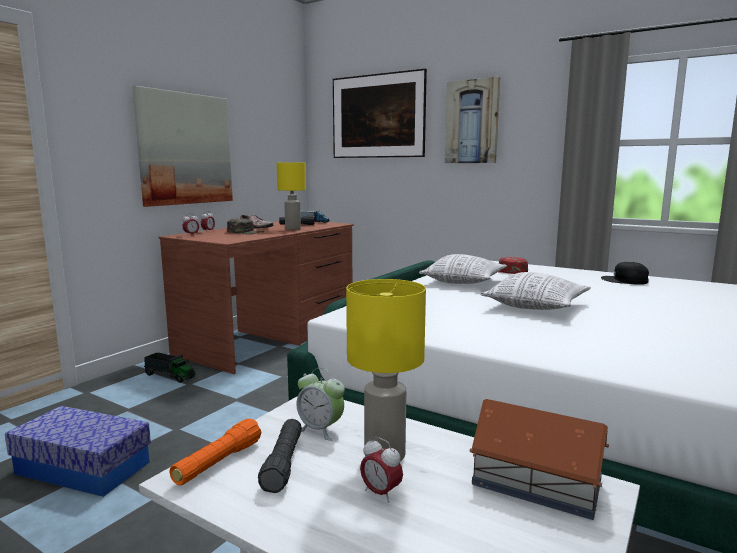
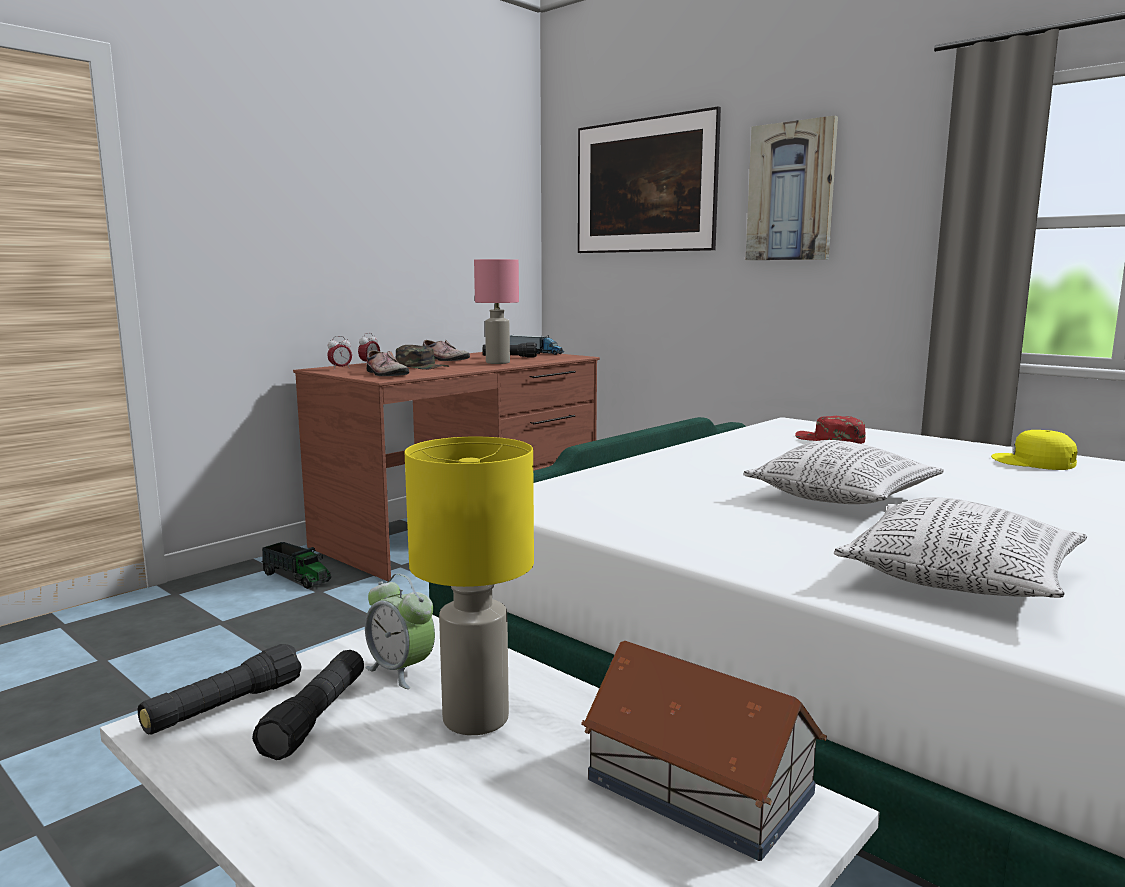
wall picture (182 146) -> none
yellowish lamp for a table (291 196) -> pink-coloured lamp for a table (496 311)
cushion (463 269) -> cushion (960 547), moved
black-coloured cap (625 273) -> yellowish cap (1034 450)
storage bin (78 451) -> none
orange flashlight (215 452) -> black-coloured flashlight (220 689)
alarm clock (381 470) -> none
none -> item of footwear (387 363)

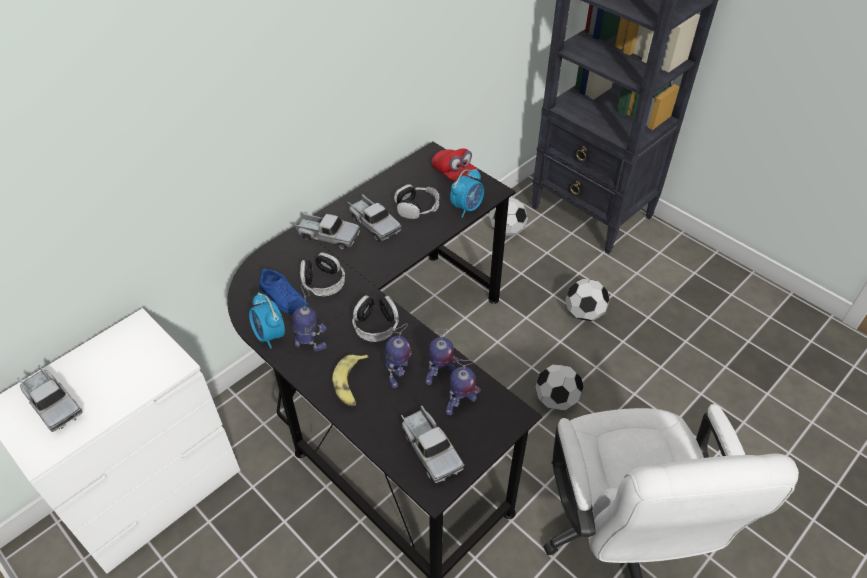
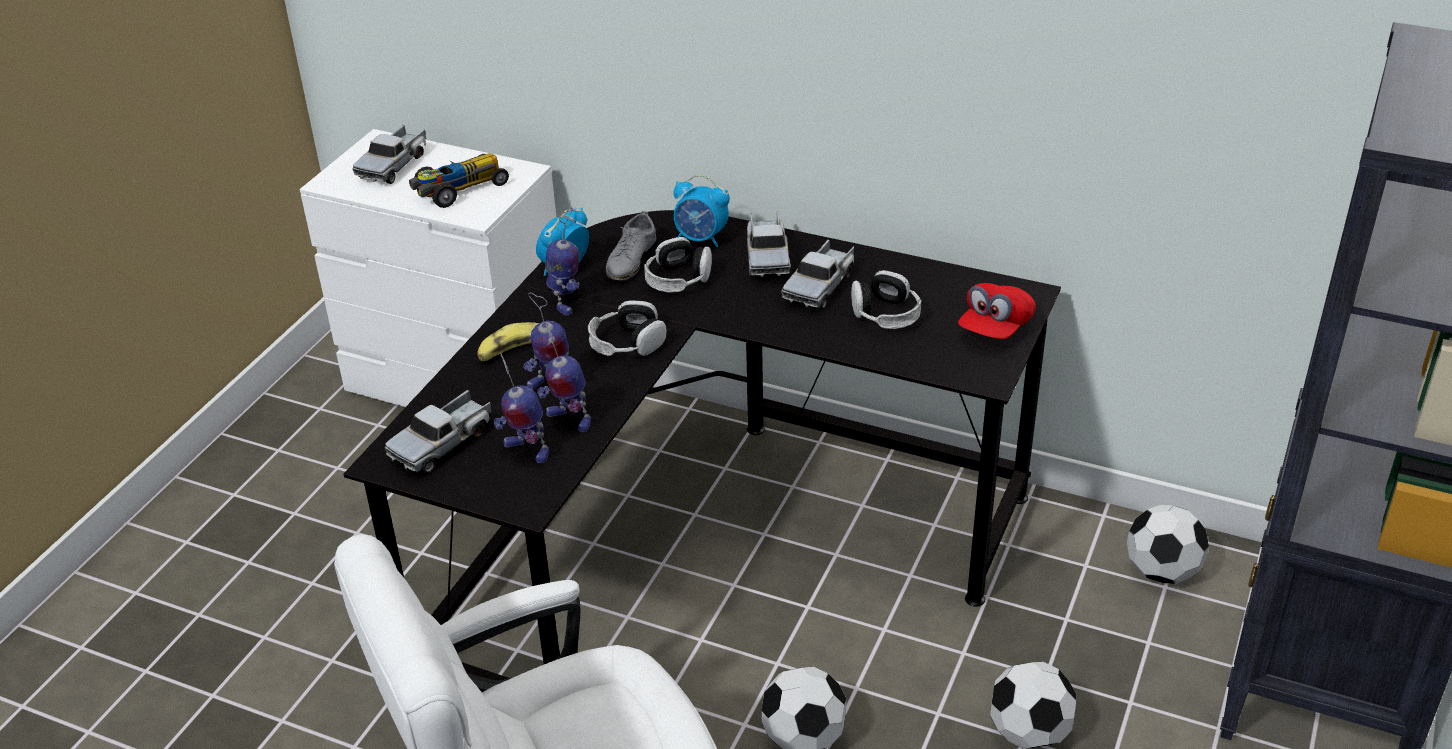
alarm clock (467 193) -> alarm clock (702 211), moved
bluish item of footwear (284 291) -> gray item of footwear (631 246)
none -> miniature car (459 181)

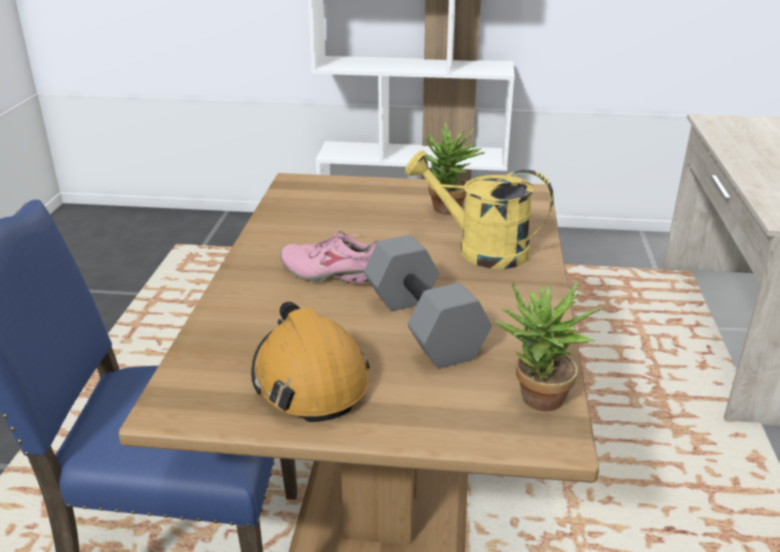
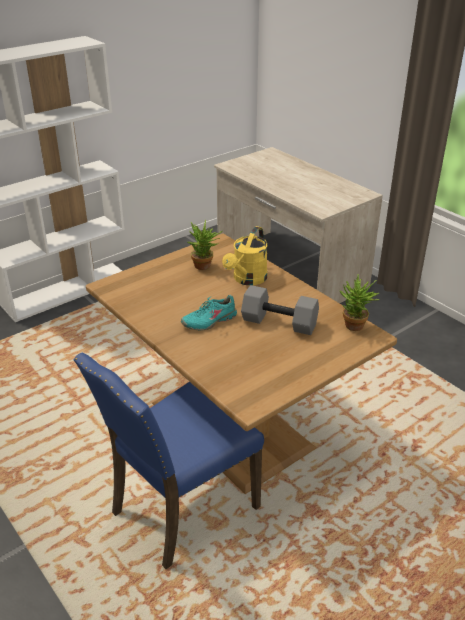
yellowish watering can (479 210) -> yellowish watering can (245 255), 45 degrees counterclockwise
pink-coloured item of footwear (329 257) -> blue-green item of footwear (209 312)
orange safety helmet (310 361) -> none

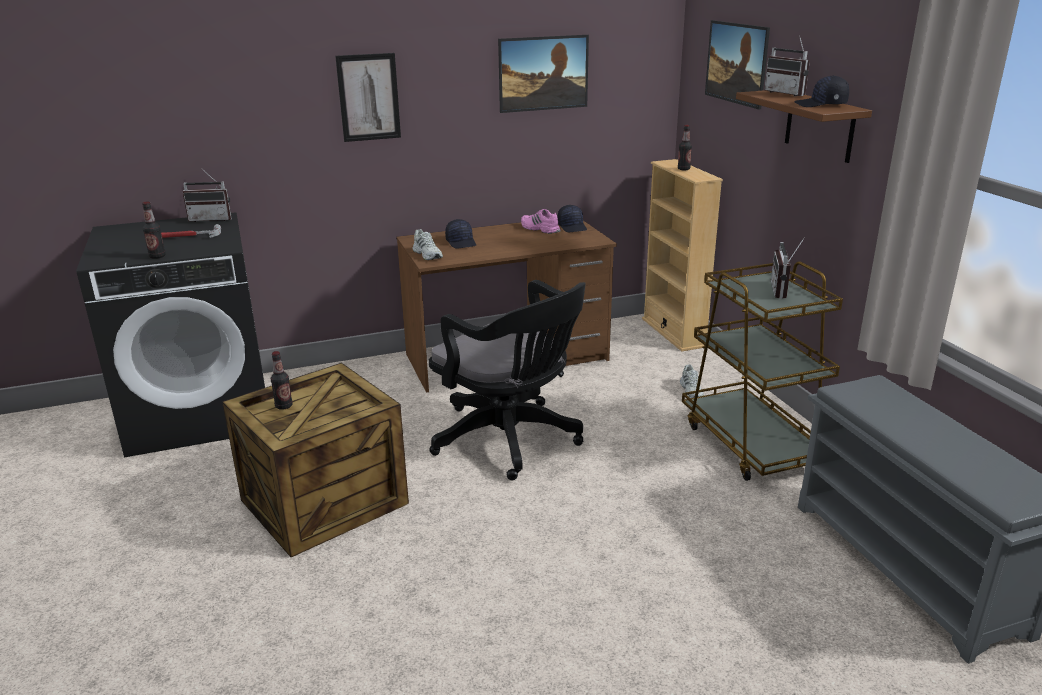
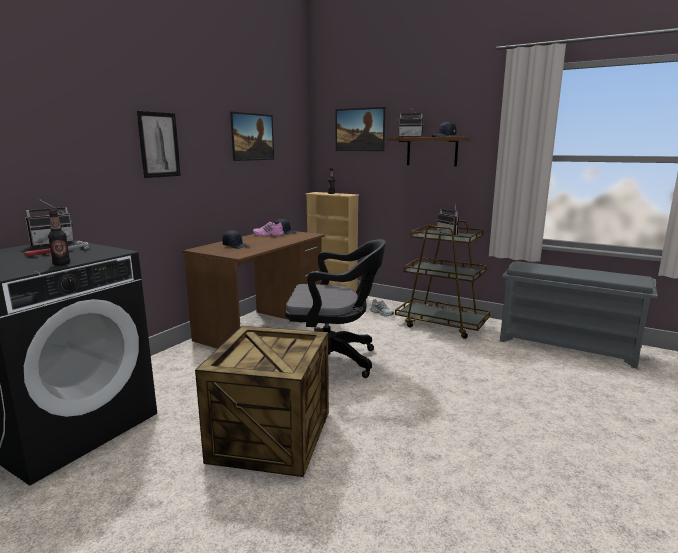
white item of footwear (427 244) -> none
bottle (282 380) -> none

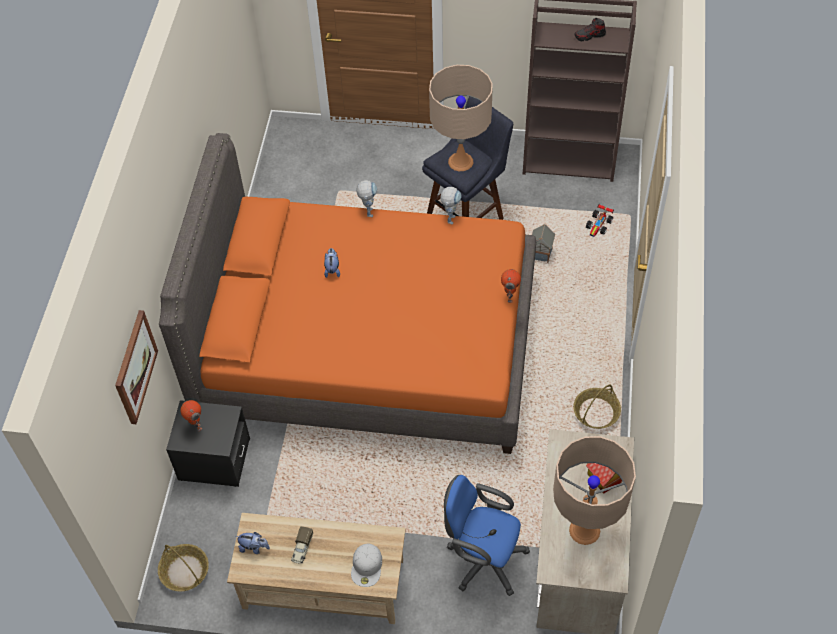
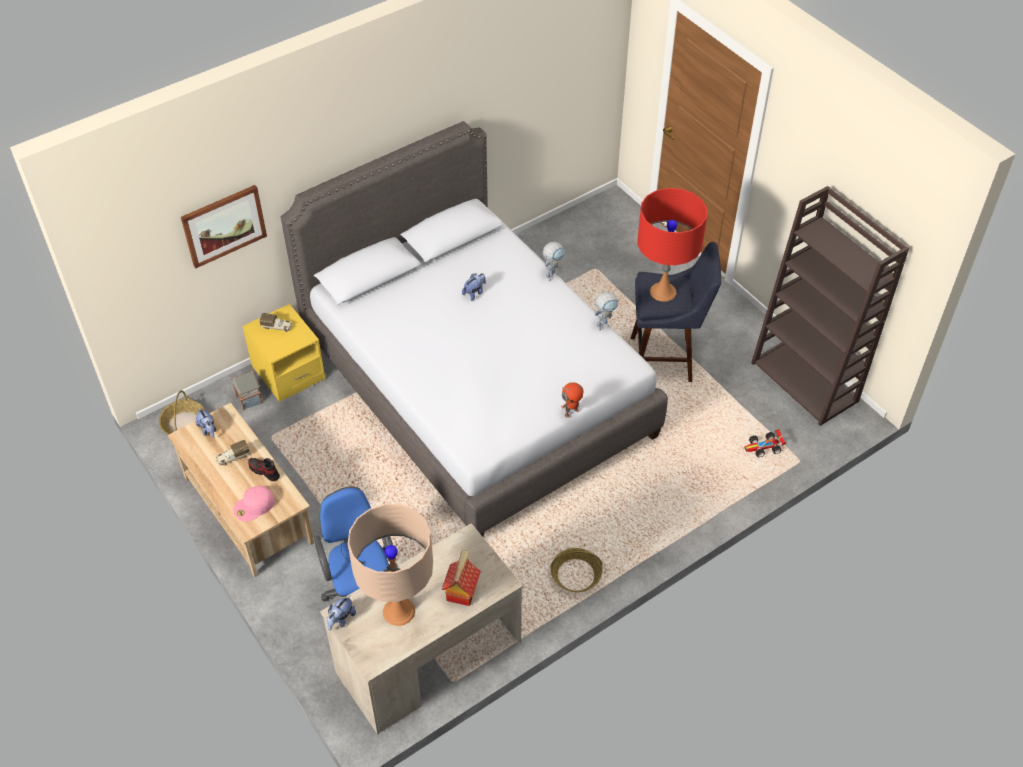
item of footwear (590 29) -> item of footwear (264 469), moved
beige lamp for a table (461 118) -> red-coloured lamp for a table (672 245)
orange sleeping bed (347 293) -> gray sleeping bed (474 329)
miniature house (543 243) -> miniature house (246 390), moved
black-coloured nightstand (208 443) -> yellowish nightstand (283 353)
toy robot (191 415) -> model truck (276 322)
white cap (366 565) -> pink-coloured cap (254 504)
none -> cuddly toy (341 613)

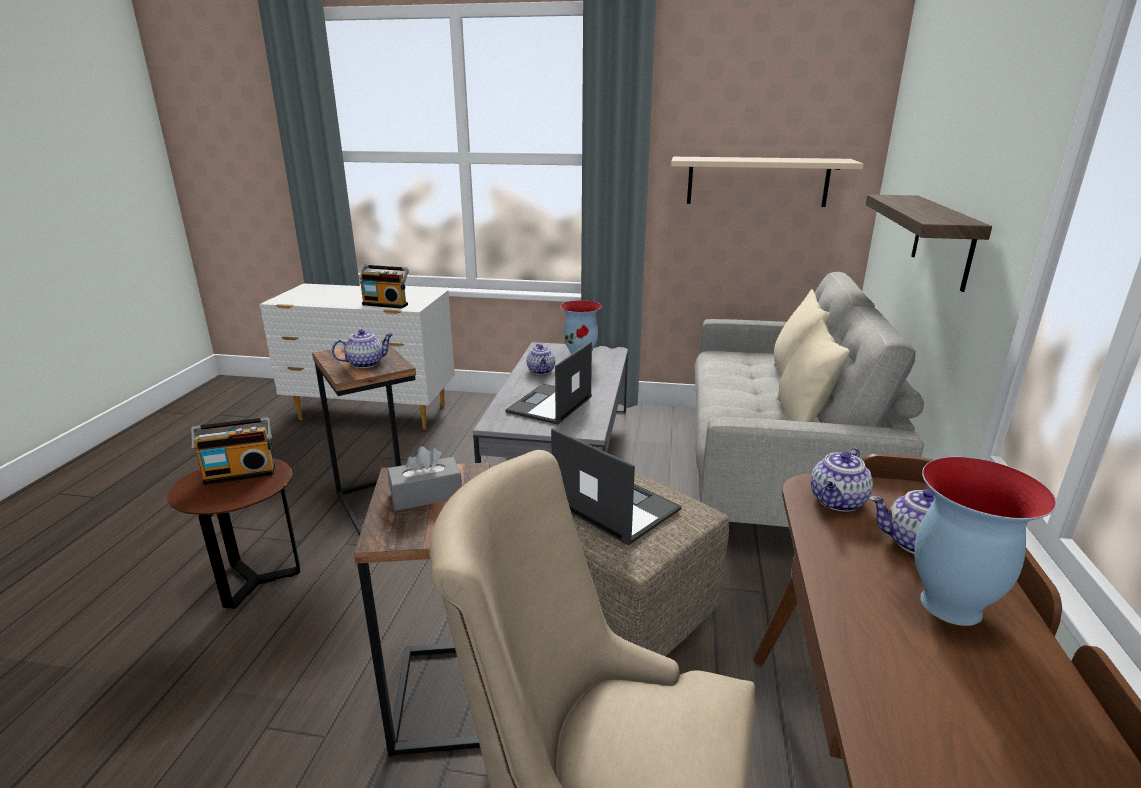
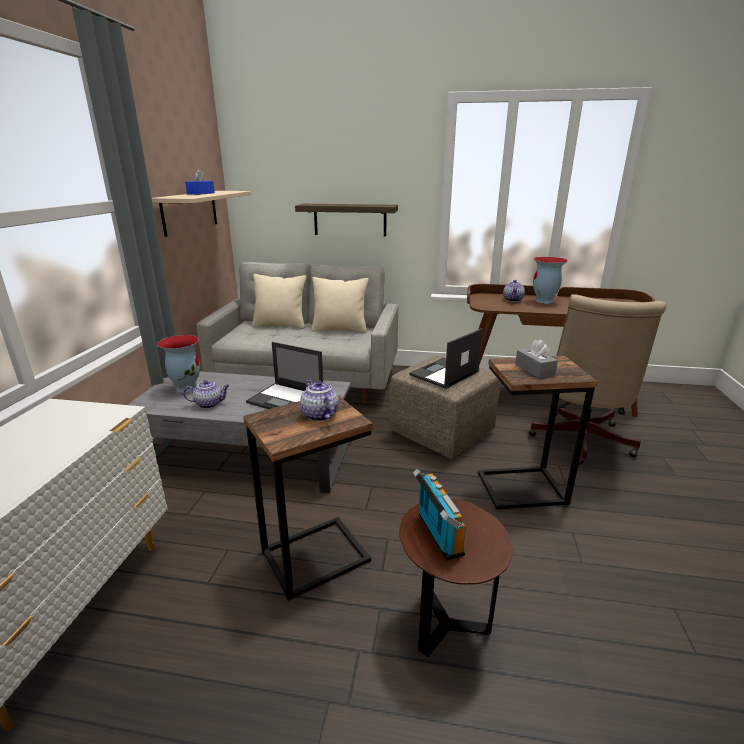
radio receiver (384 287) -> none
teapot (842 479) -> none
none -> bluish tissue holder (200 182)

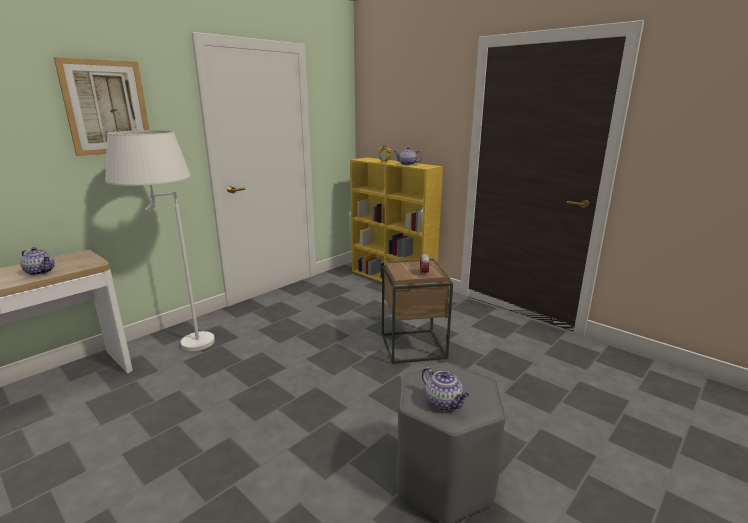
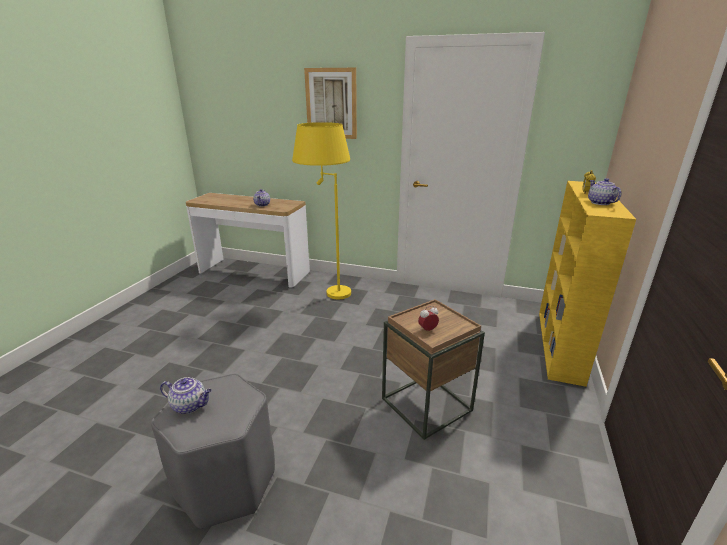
white floor lamp (160 240) -> yellowish floor lamp (321 210)
teapot (445 388) -> teapot (186 395), 105 degrees counterclockwise

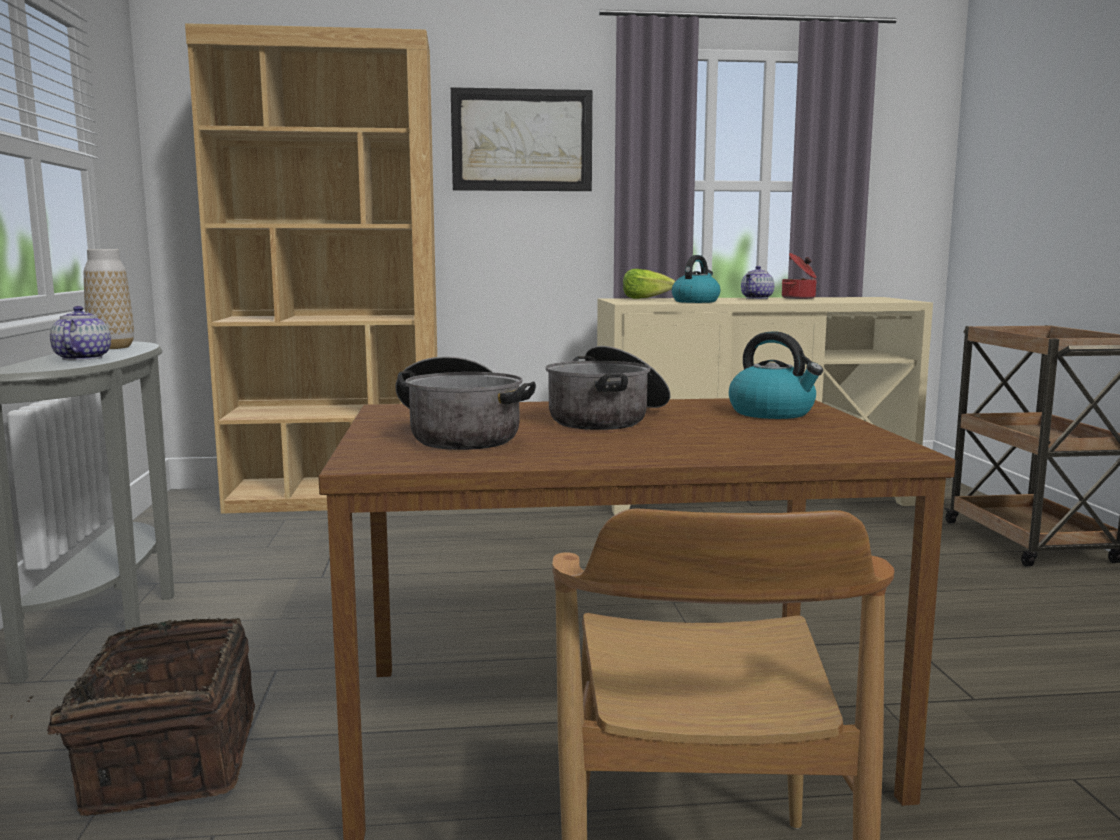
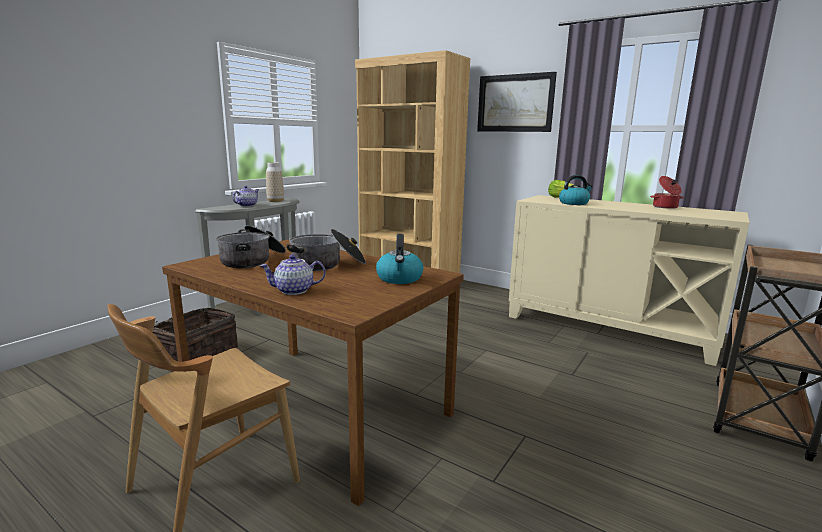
teapot (757 282) -> teapot (293 275), moved

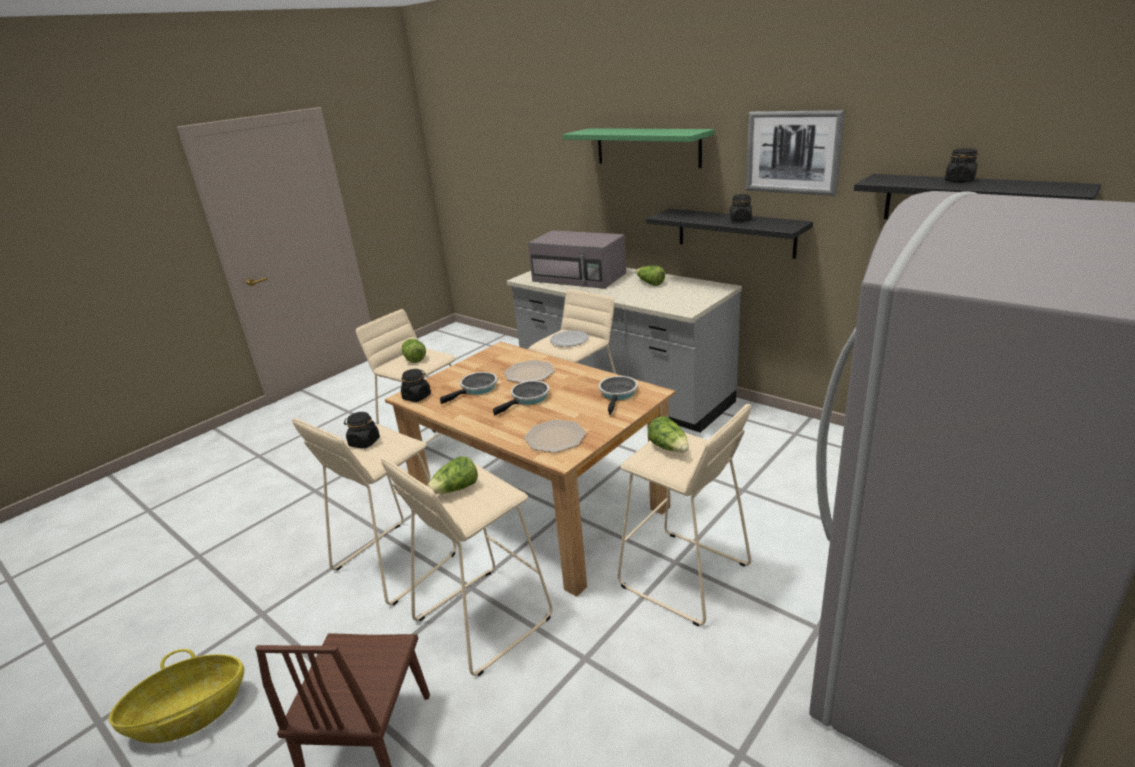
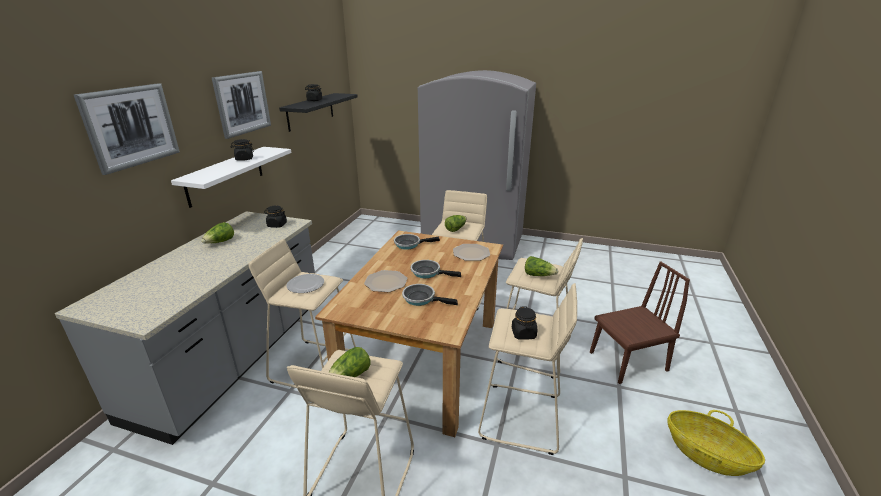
greenish wall shelf (639 148) -> wall picture (127 129)
black-coloured wall shelf (729 234) -> white wall shelf (231 177)
gray microwave (577 259) -> none
black-coloured jar (416 385) -> black-coloured jar (275 217), moved

